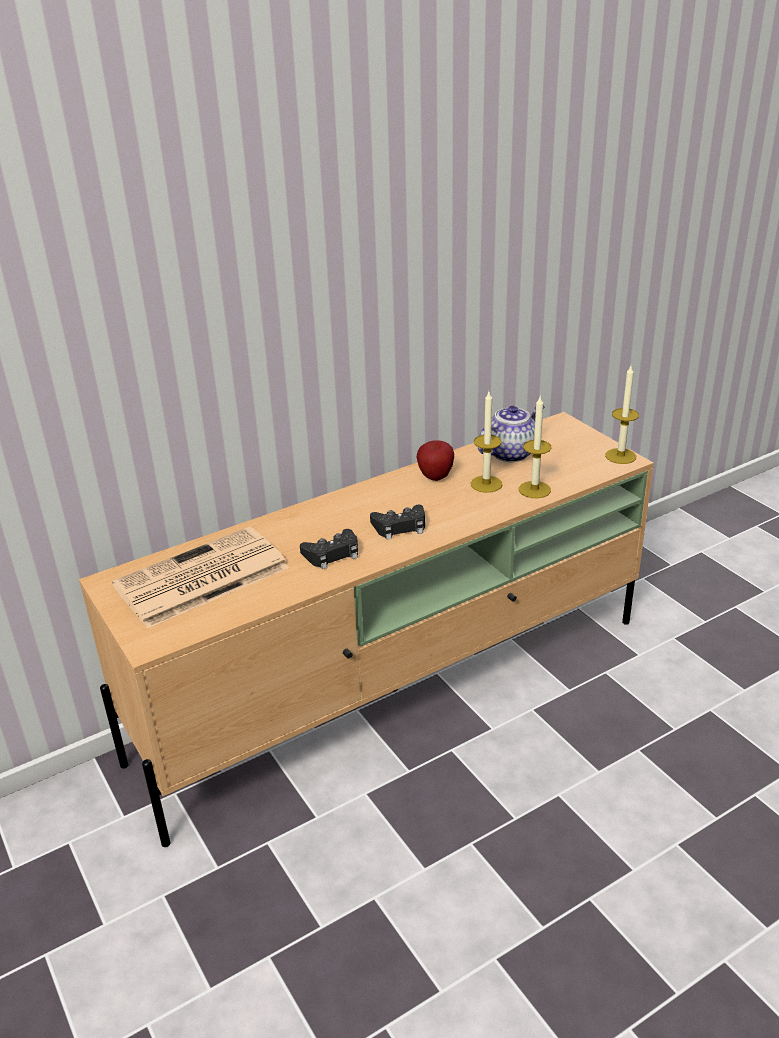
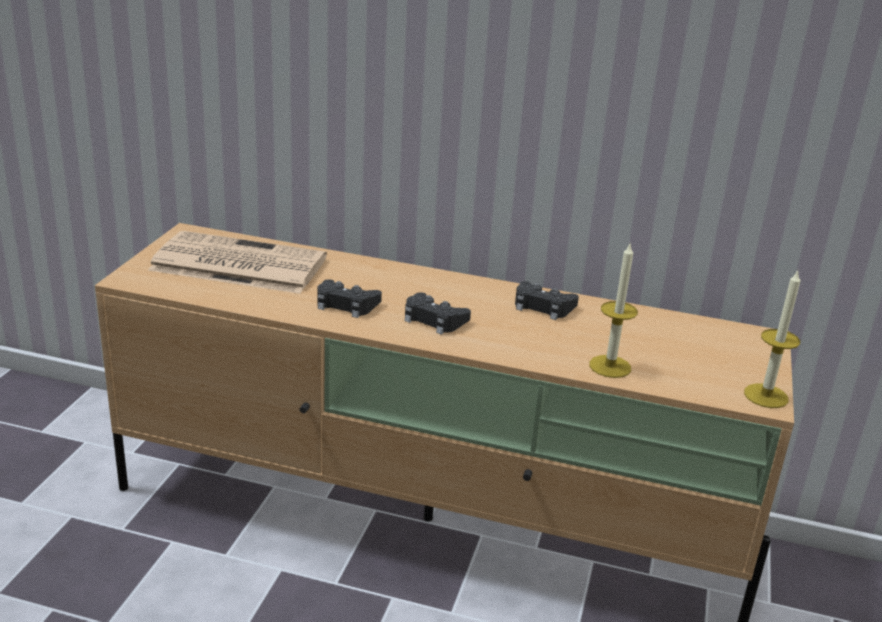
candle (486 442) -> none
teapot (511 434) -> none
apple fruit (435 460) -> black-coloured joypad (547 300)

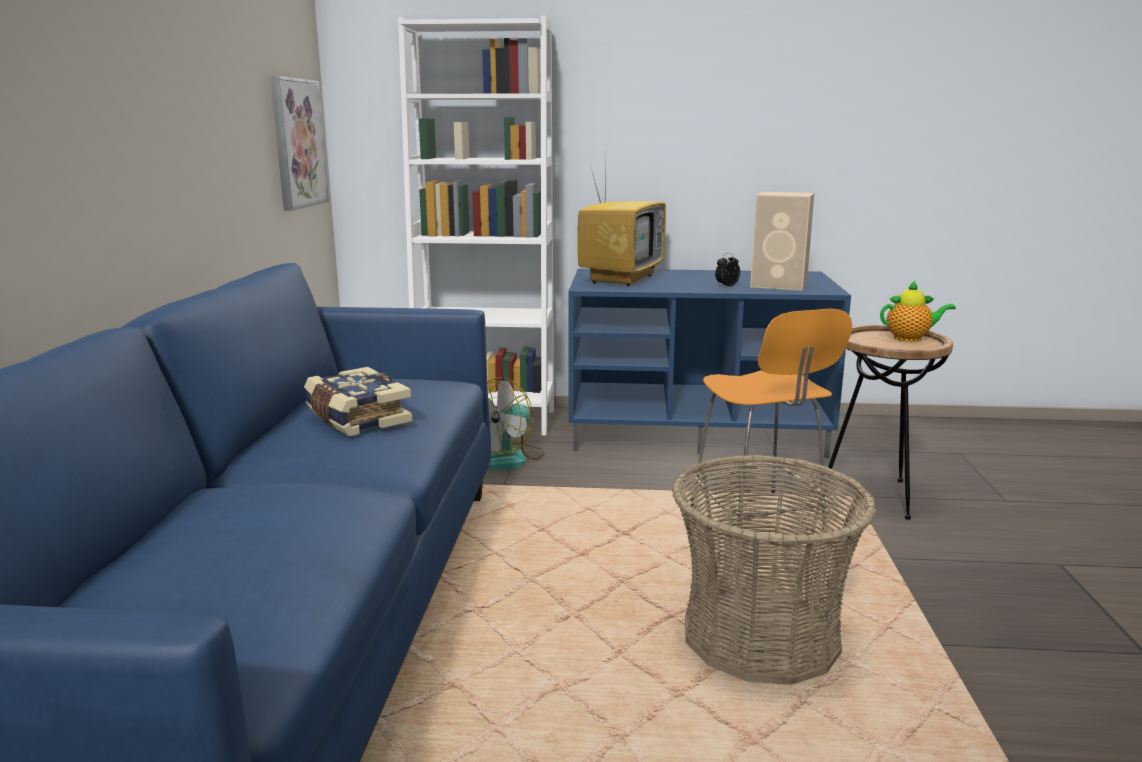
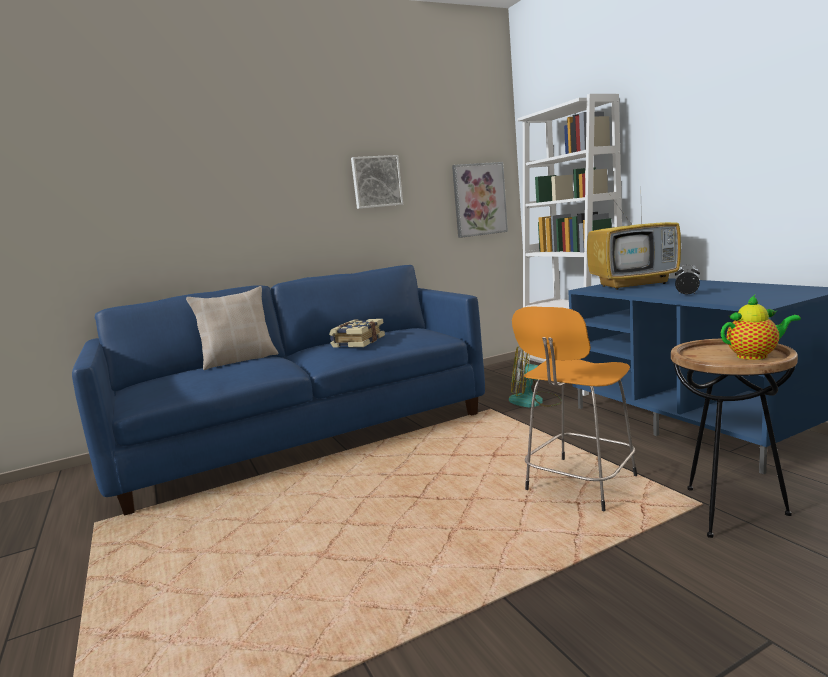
beige audio speaker (782 241) -> none
teapot (918 311) -> teapot (761 327), 60 degrees counterclockwise
household basket (774 569) -> none
none -> wall picture (377 182)
none -> beige cushion (232 328)

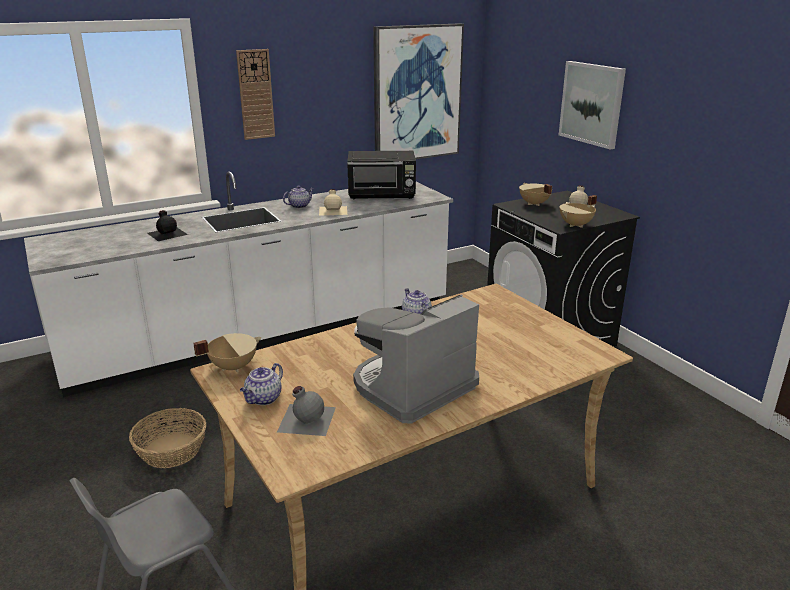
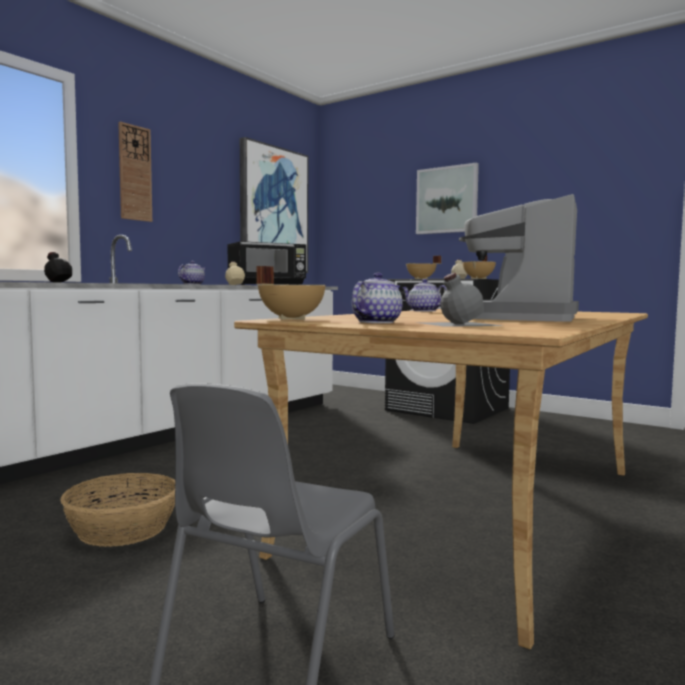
teapot (261 384) -> teapot (377 298), 150 degrees counterclockwise

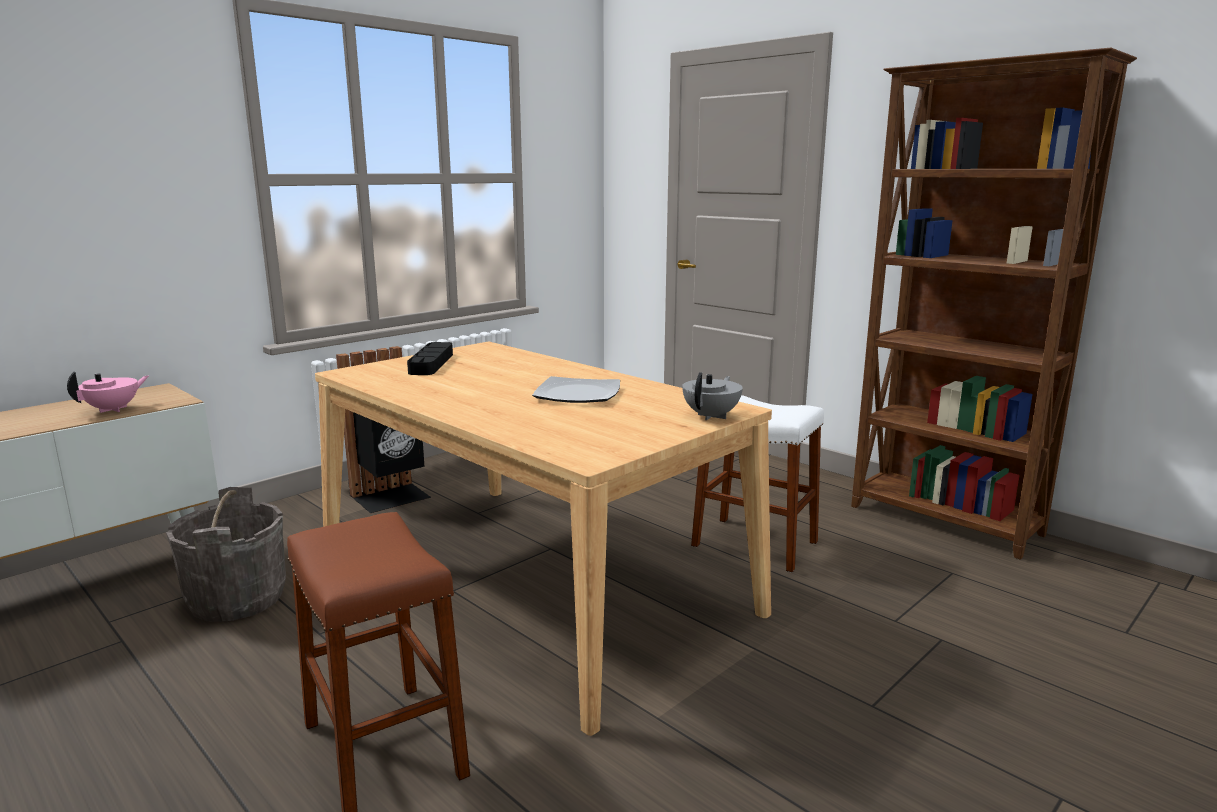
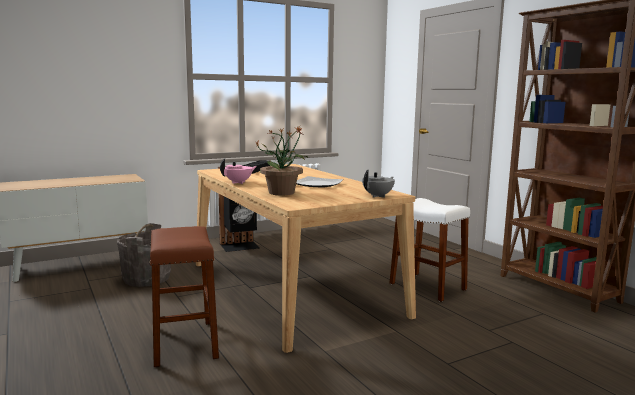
pink-coloured teapot (108 392) -> pink-coloured teapot (238 171), moved
none -> houseplant (280 160)

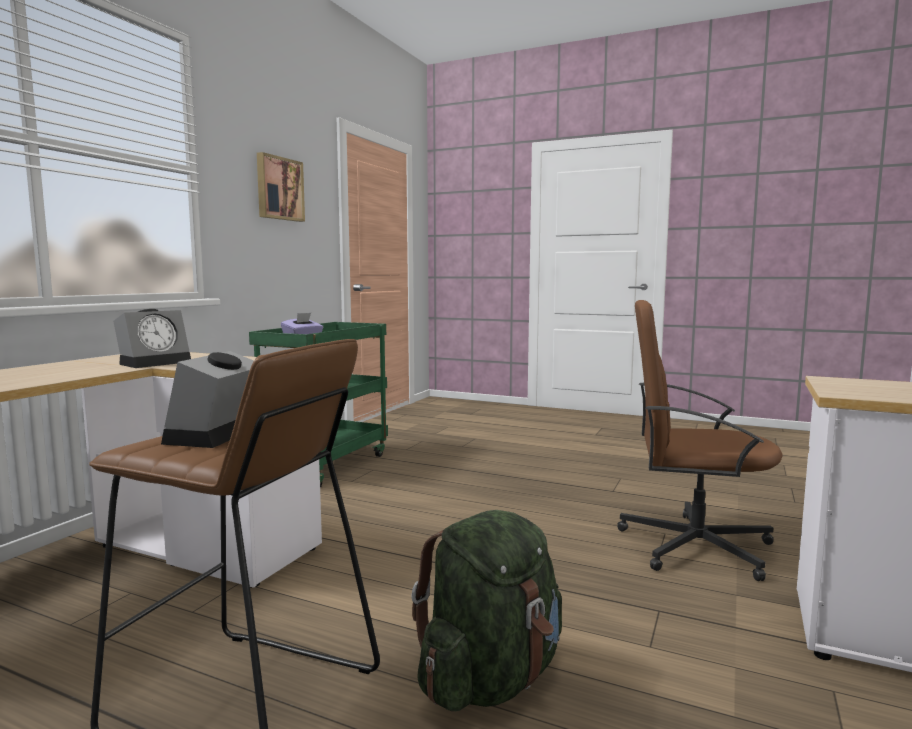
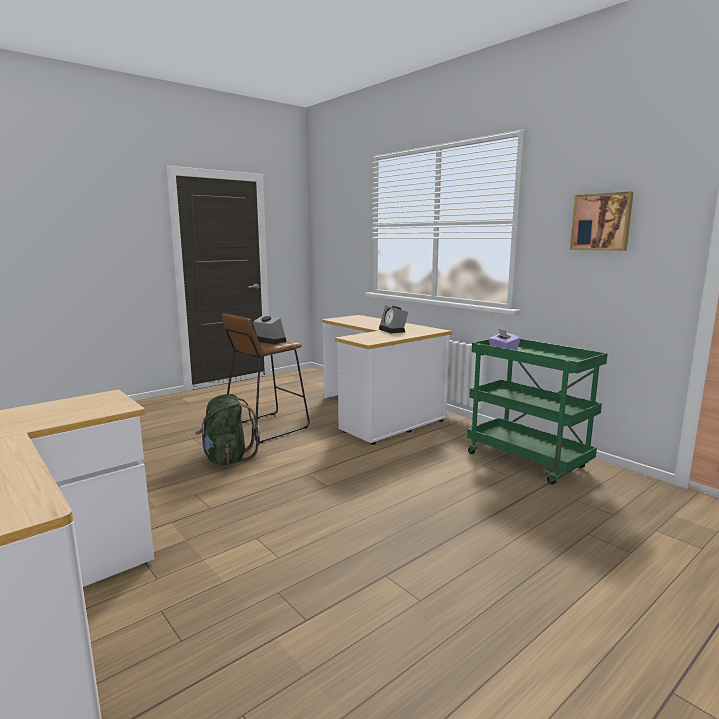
brown computer chair (700 440) -> none

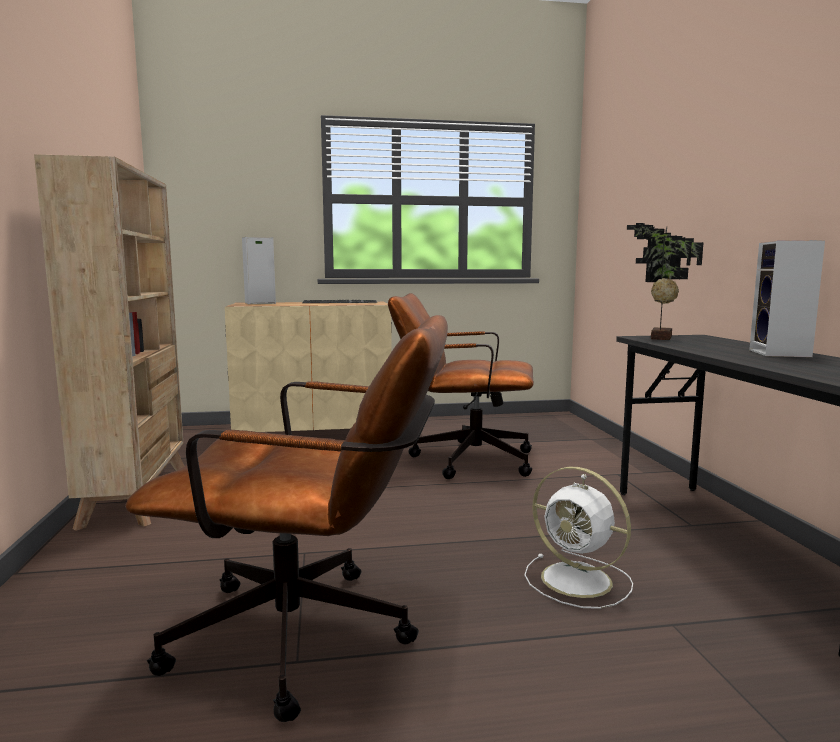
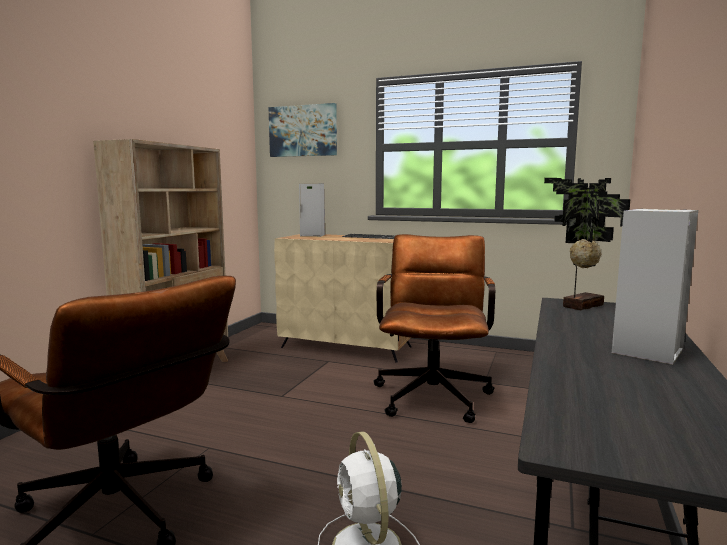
brown computer chair (461 386) -> brown computer chair (434 328), 60 degrees clockwise
none -> wall picture (303 130)

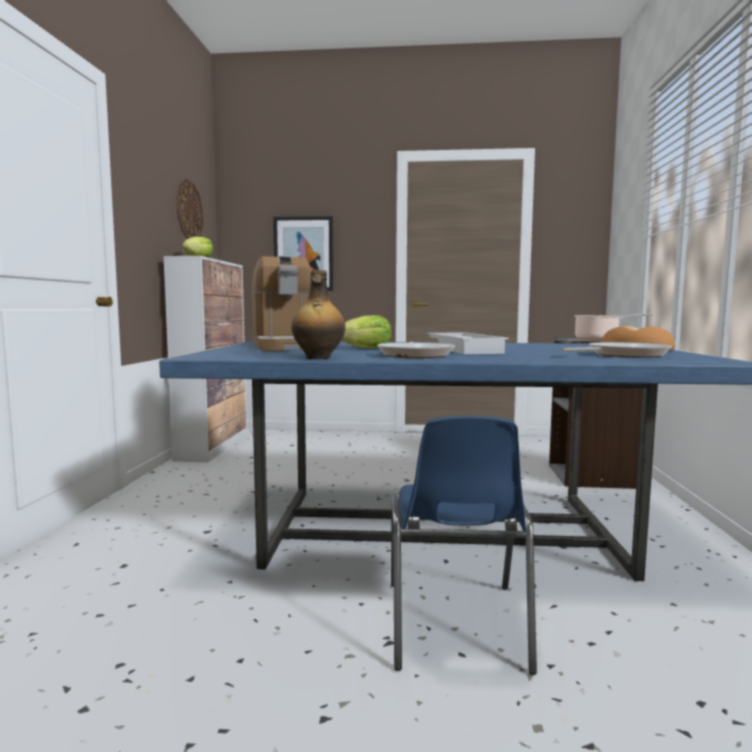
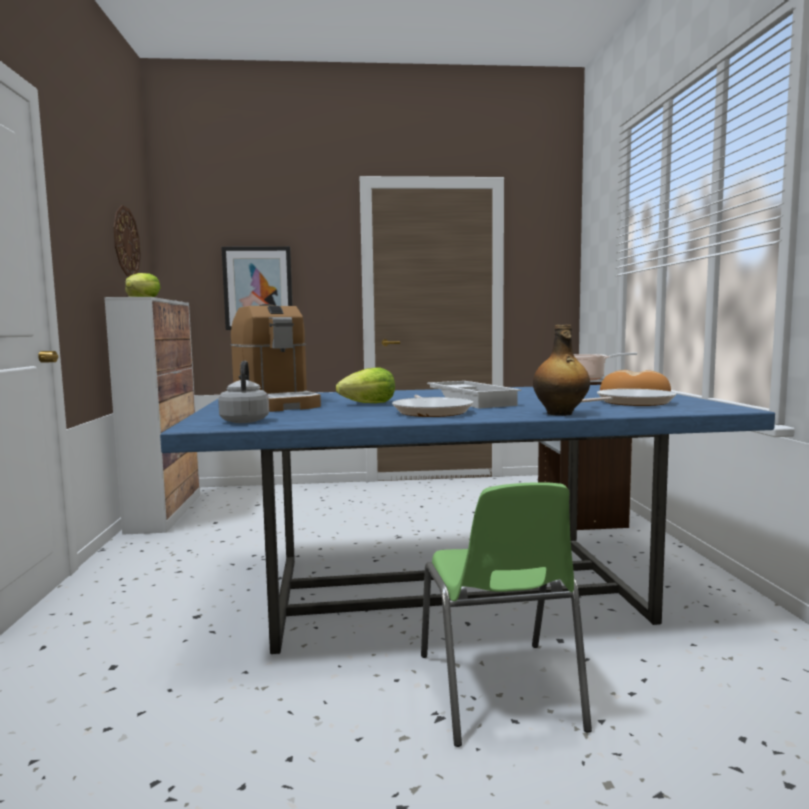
bottle (318 314) -> bottle (561 370), moved
bluish plain chair (464 545) -> greenish plain chair (506 614)
none -> gray kettle (243 392)

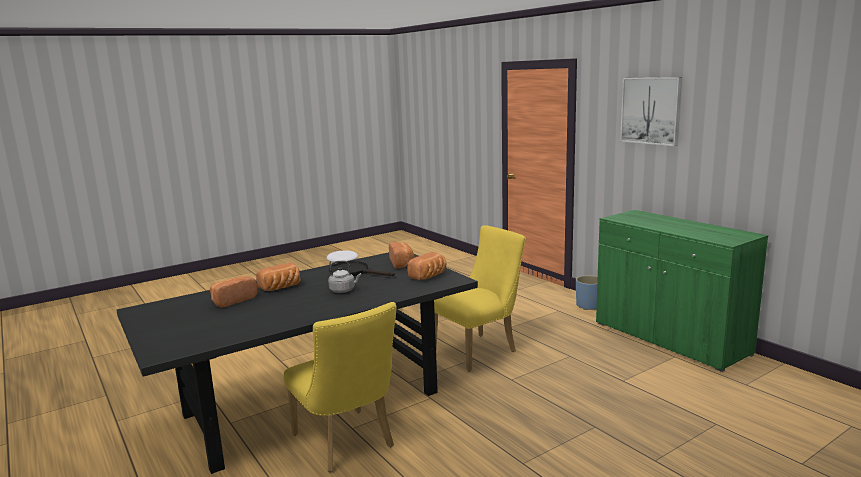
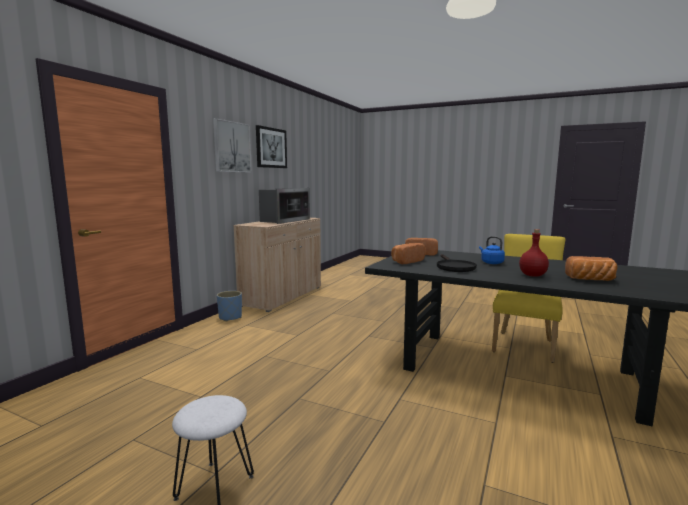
greenish storage cabinet (682 291) -> beige storage cabinet (277 265)
yellowish plain chair (480 298) -> none
gray kettle (344 277) -> bluish kettle (492 250)
bread (278 277) -> red-coloured bottle (534 253)
none -> wall picture (271 146)
none -> microwave (284 206)

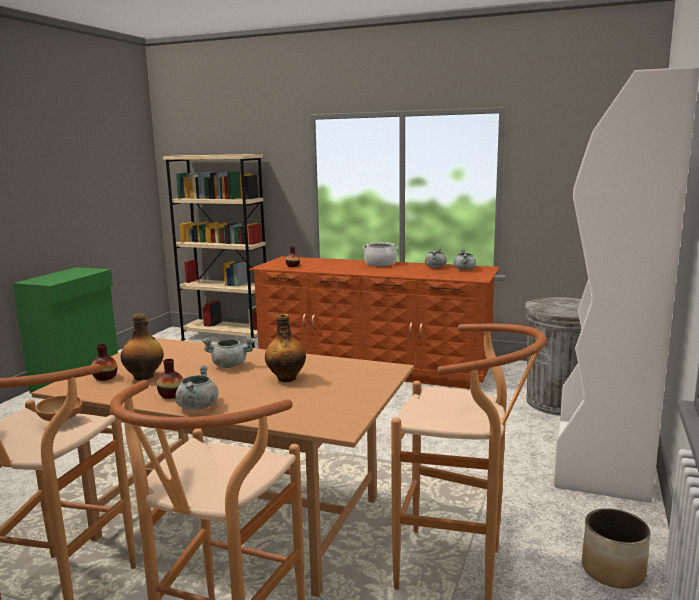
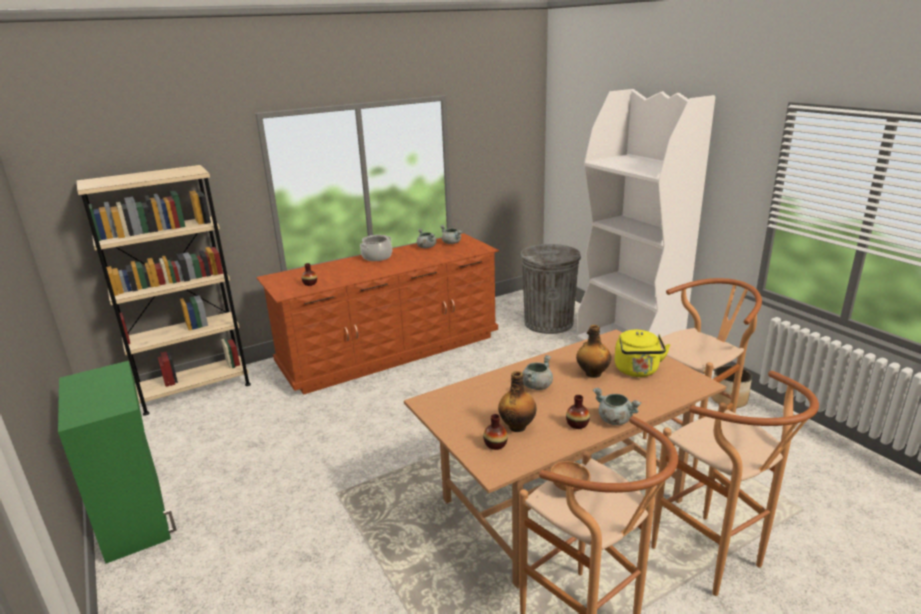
none -> yellowish kettle (642 353)

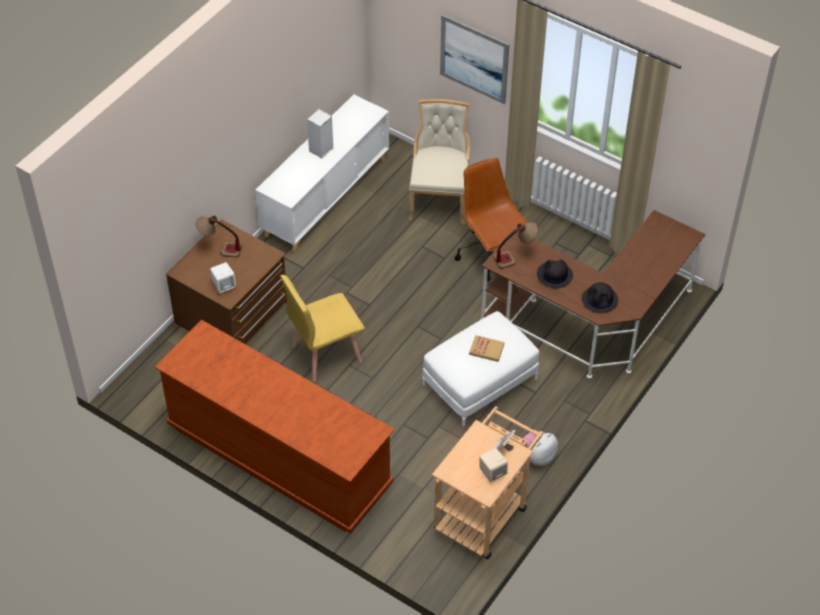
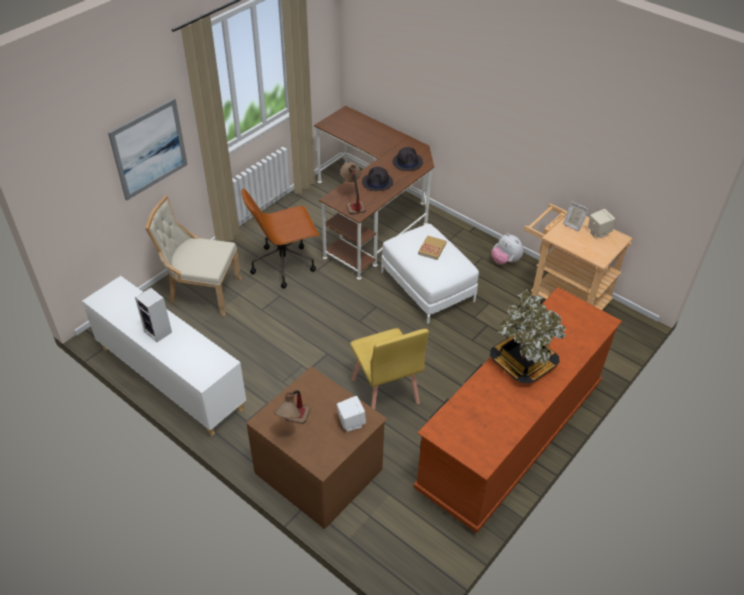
none -> houseplant (528 336)

